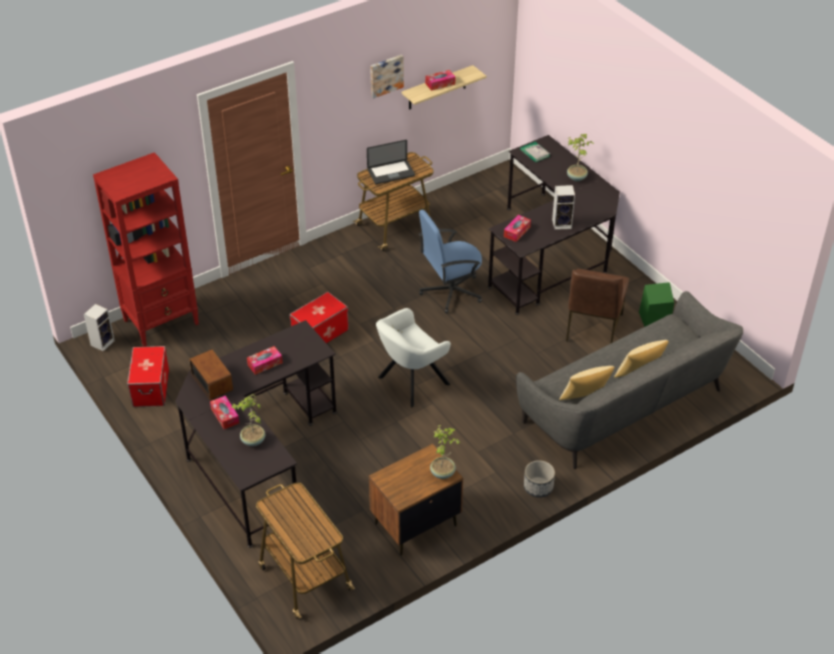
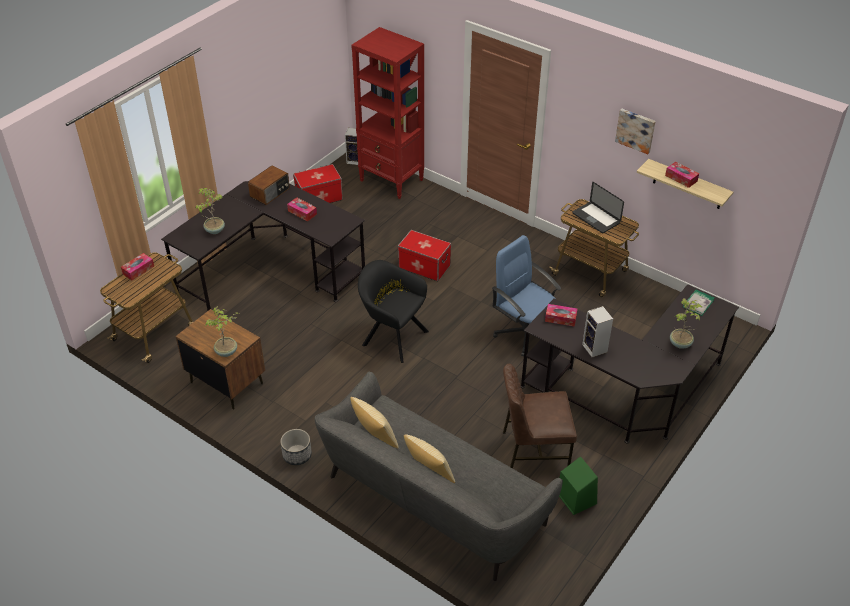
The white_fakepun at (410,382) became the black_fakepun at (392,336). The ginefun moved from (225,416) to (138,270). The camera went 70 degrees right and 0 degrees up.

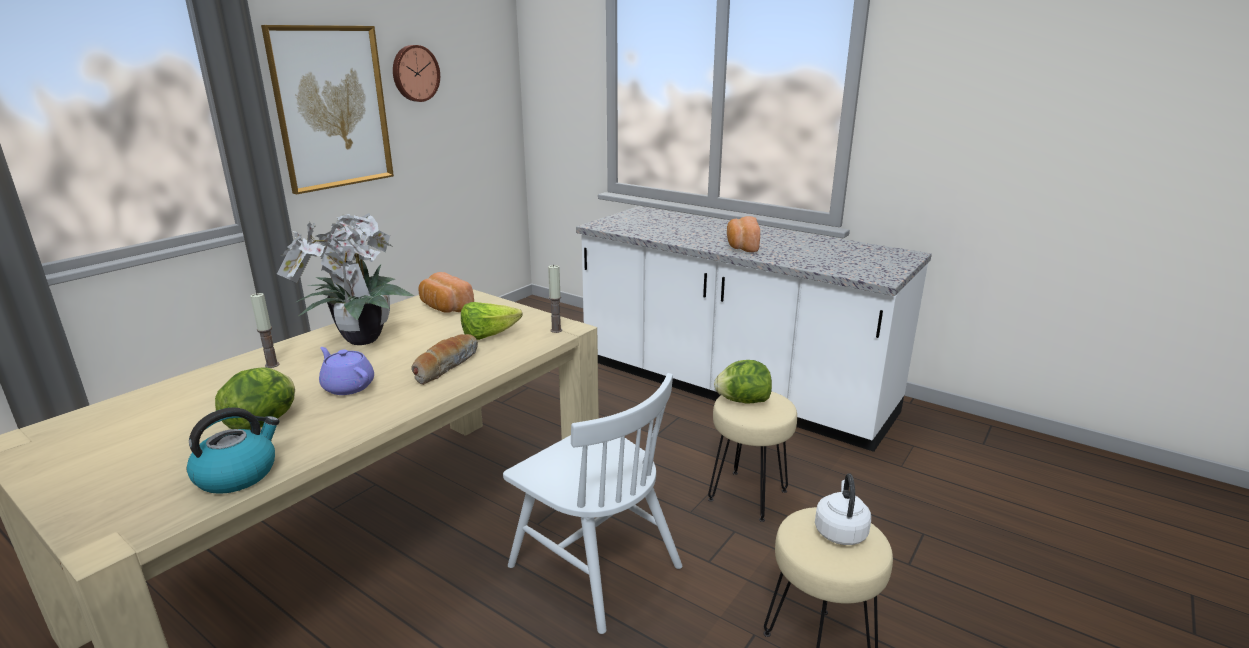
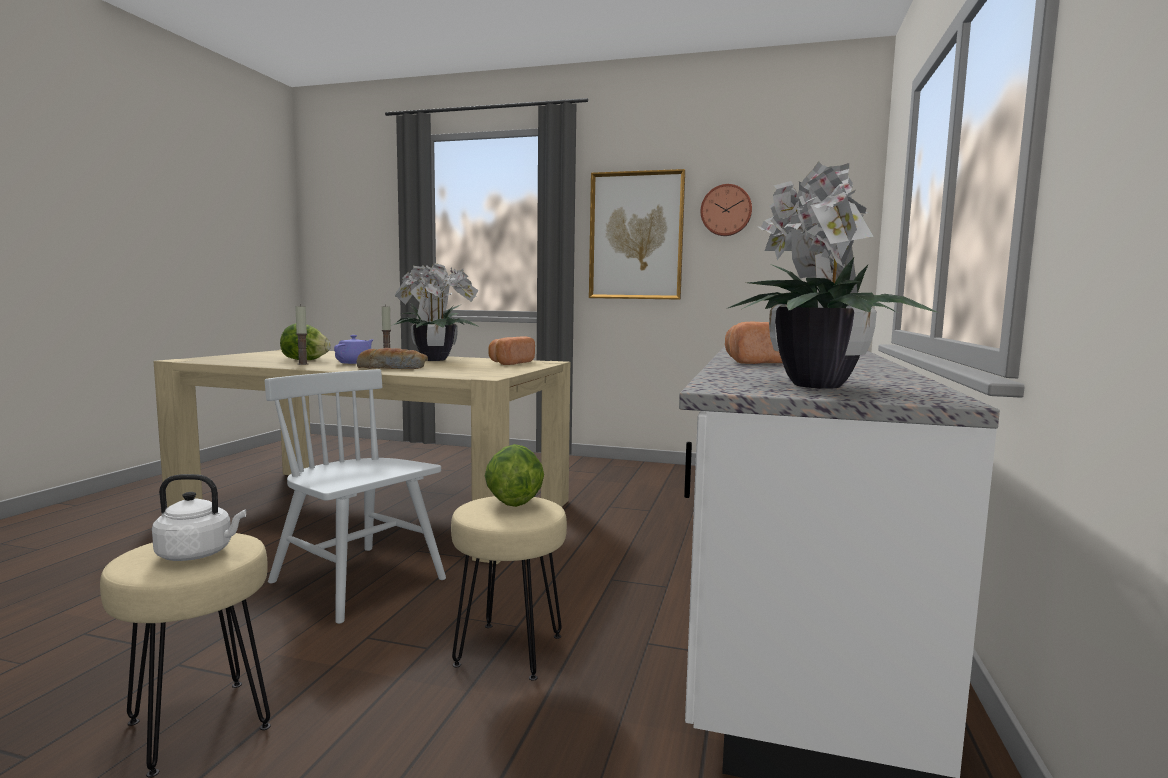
The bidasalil moved from (556,330) to (303,364). The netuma at (488,336) disappeared. The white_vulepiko at (594,565) turned 105 degrees clockwise. The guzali at (238,474) disappeared. The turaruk at (816,386) appeared. The camera went 70 degrees right and 15 degrees down.

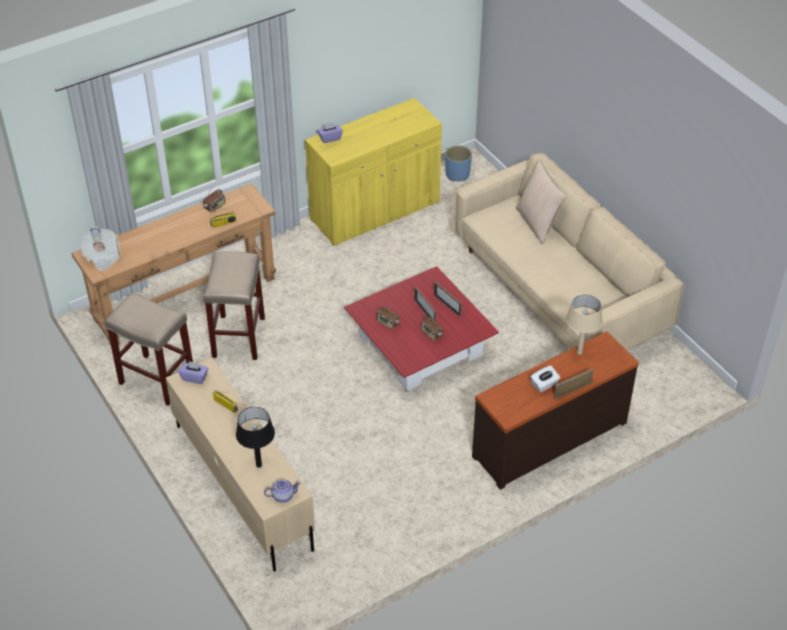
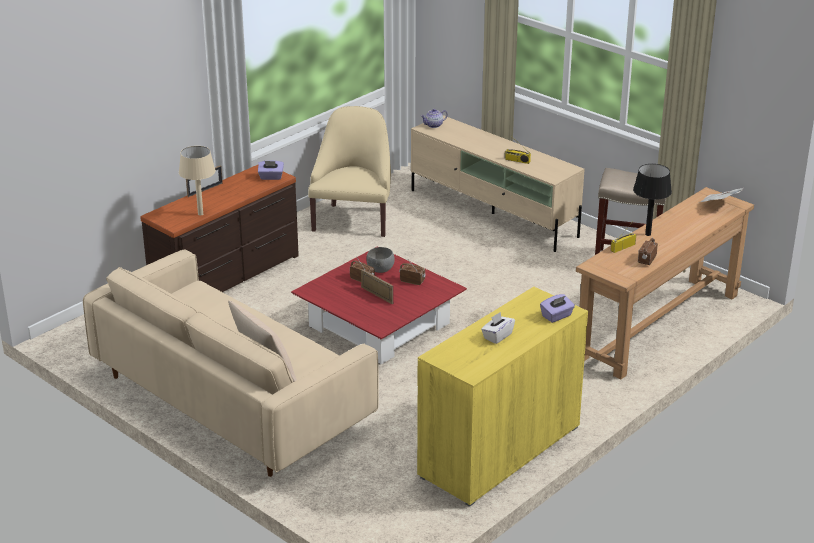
The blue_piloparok at (457,174) disappeared. The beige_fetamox at (238,336) disappeared. The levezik at (447,305) disappeared. The purple_ginefun moved from (194,377) to (271,177). The white_ginefun moved from (544,385) to (497,336). The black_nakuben moved from (259,465) to (647,234). The beige_fakepun at (353,219) appeared. The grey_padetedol at (380,270) appeared. The camera went 165 degrees right and 15 degrees down.

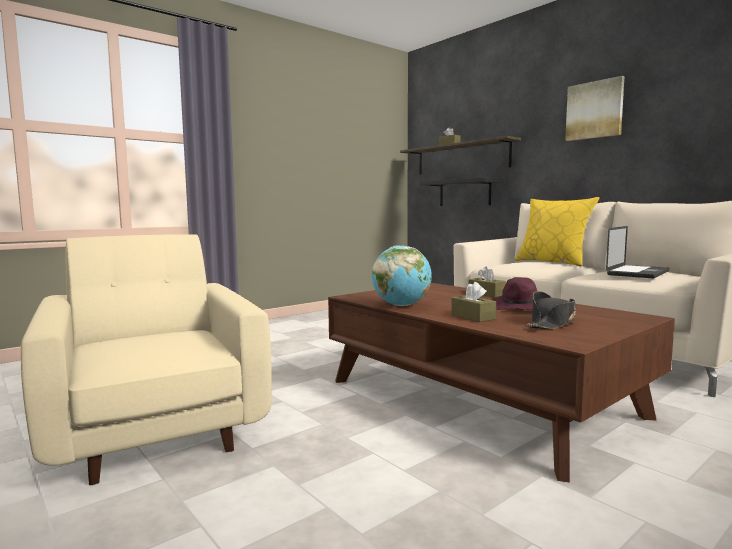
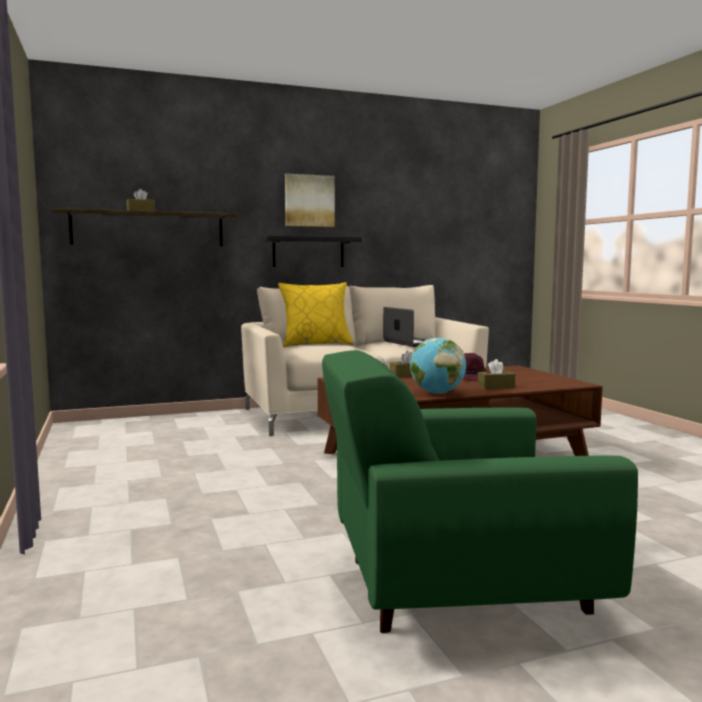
The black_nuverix moved from (464,192) to (308,252). The beige_fakepun at (155,426) became the green_fakepun at (455,585). The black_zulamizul at (552,323) disappeared. The camera went 70 degrees left and 0 degrees up.

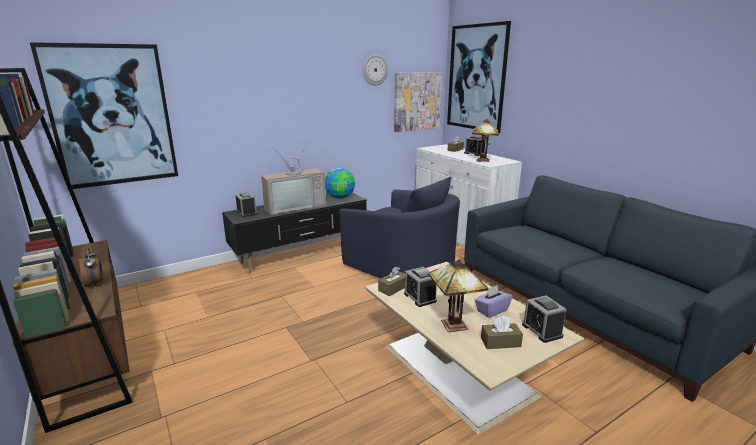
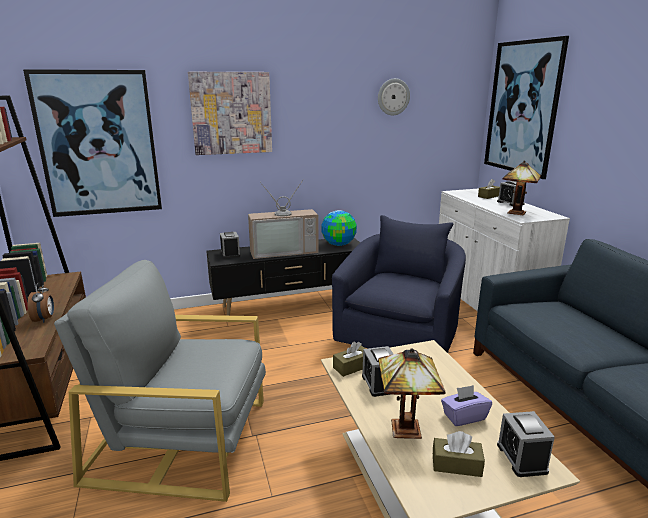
The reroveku moved from (417,101) to (231,113). The blue_fakepun at (402,264) turned 120 degrees counterclockwise. The grey_fakepun at (182,439) appeared. The camera went 15 degrees right and 0 degrees up.

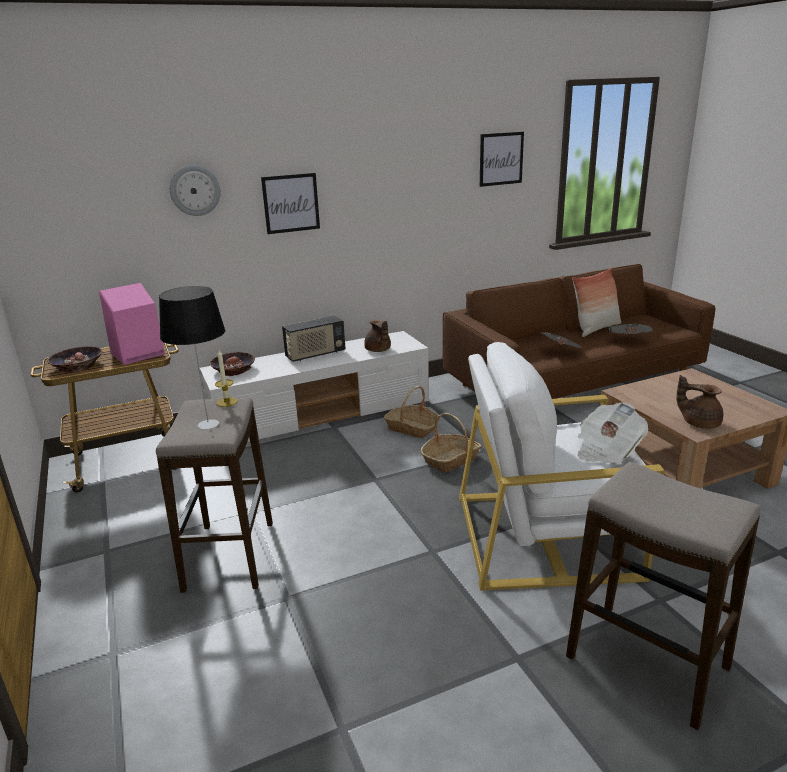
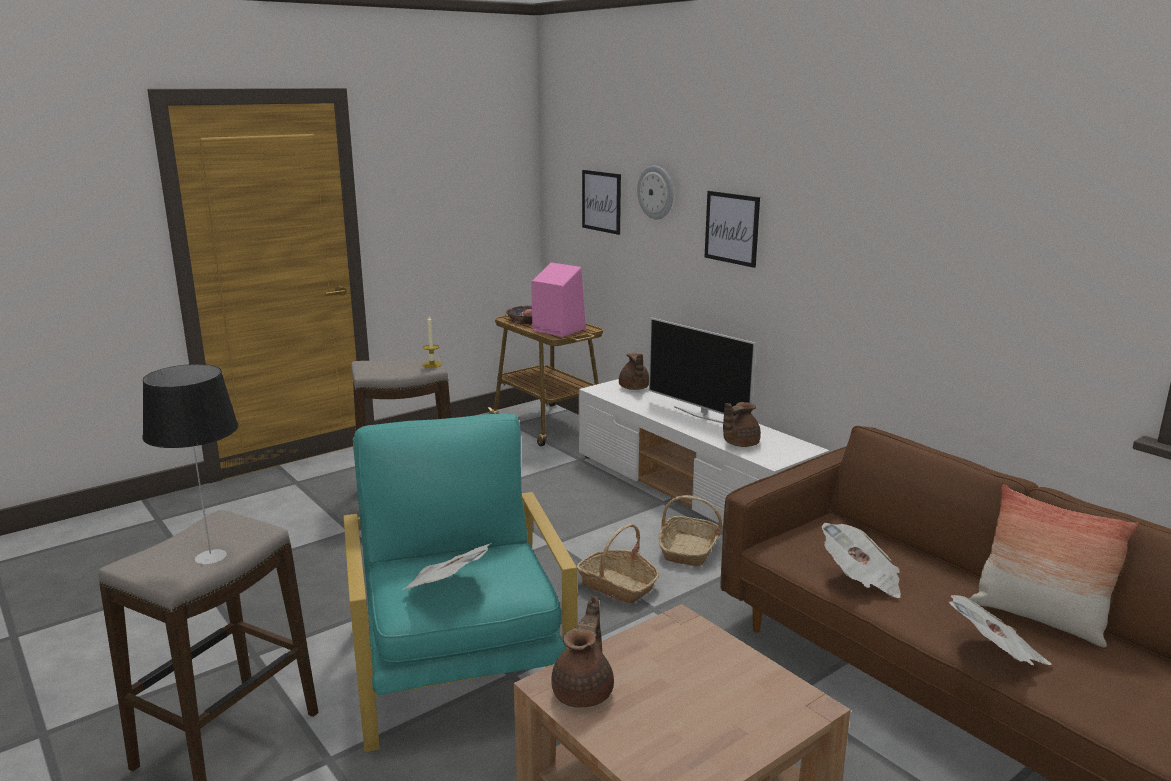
The reroveku moved from (501,159) to (601,201). The nakuben moved from (209,424) to (211,557). The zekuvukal at (315,354) was replaced by the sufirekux at (700,415). The white_fakepun at (547,534) became the turquoise_fakepun at (459,668). The padetedol at (233,369) was replaced by the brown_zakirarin at (634,388). The camera went 75 degrees right and 5 degrees down.

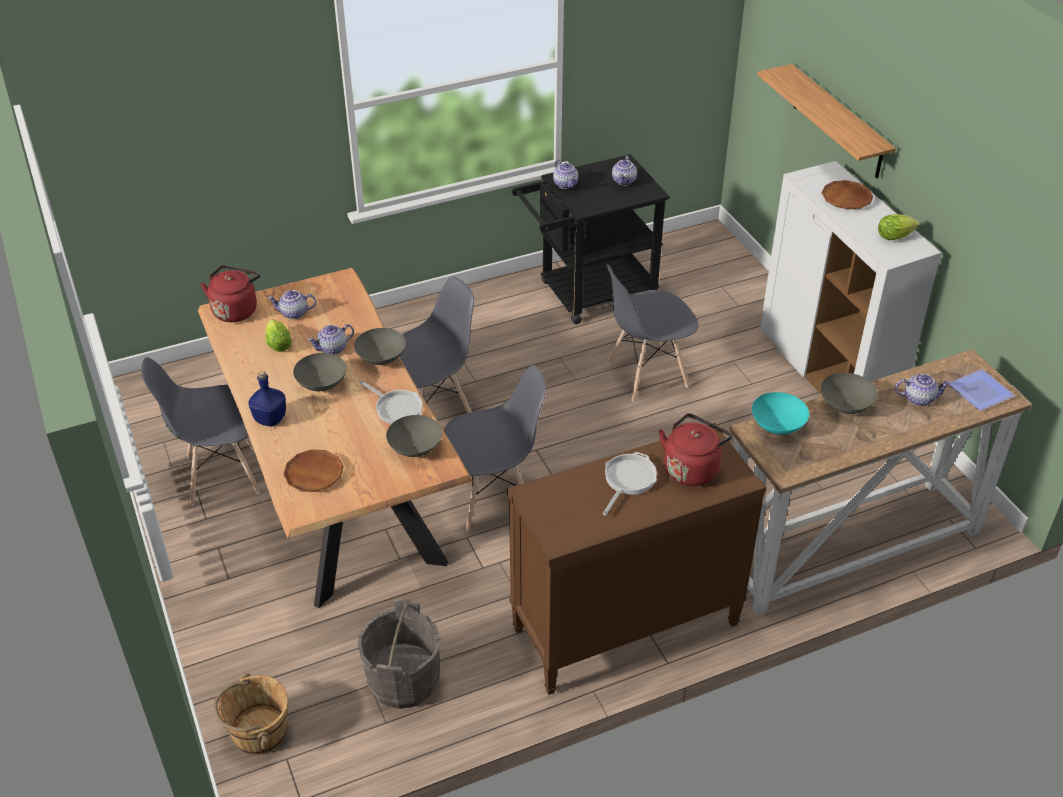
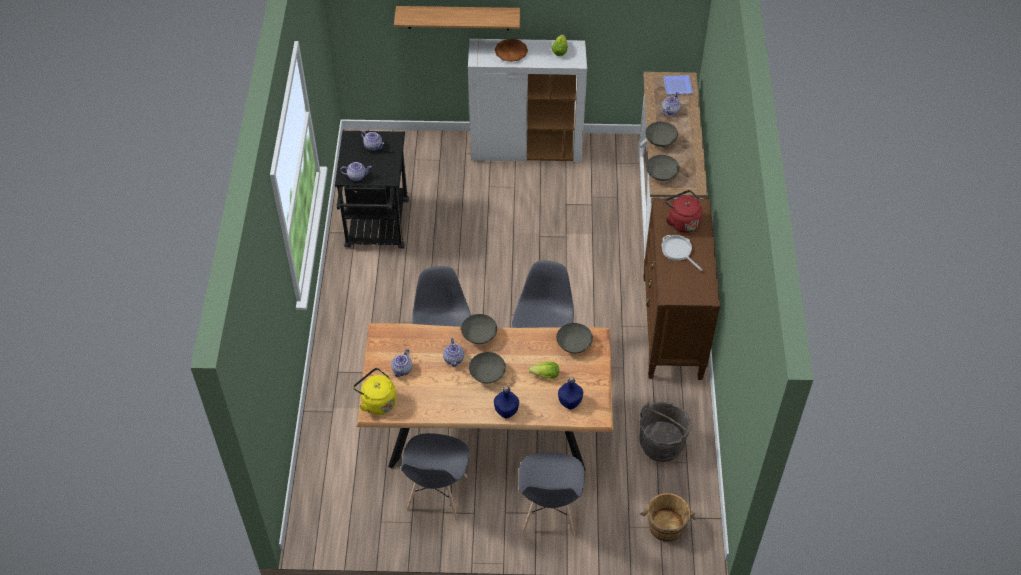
The grey_vulepiko moved from (646,375) to (549,512). The red_guzali at (236,309) became the yellow_guzali at (377,401). The netuma moved from (278,343) to (543,375). The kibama at (396,408) disappeared. The turquoise_padetedol at (777,426) became the grey_padetedol at (661,175). The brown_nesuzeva at (314,474) was replaced by the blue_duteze at (570,401). The camera went 65 degrees left and 10 degrees up.

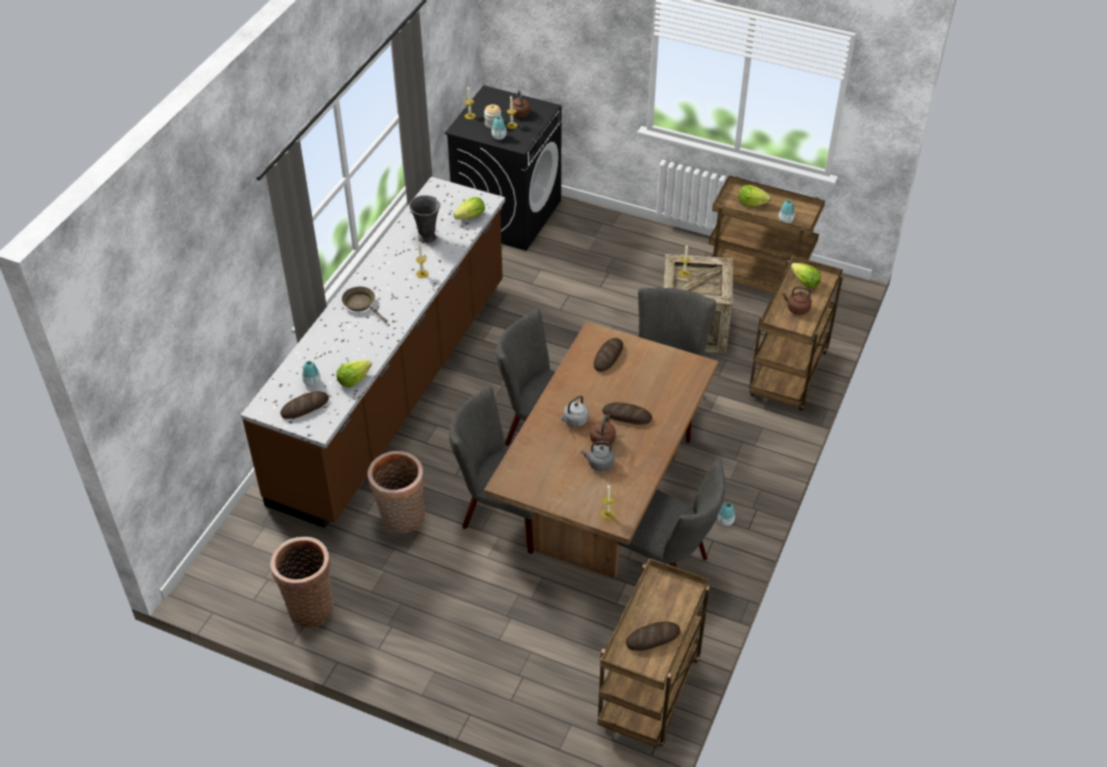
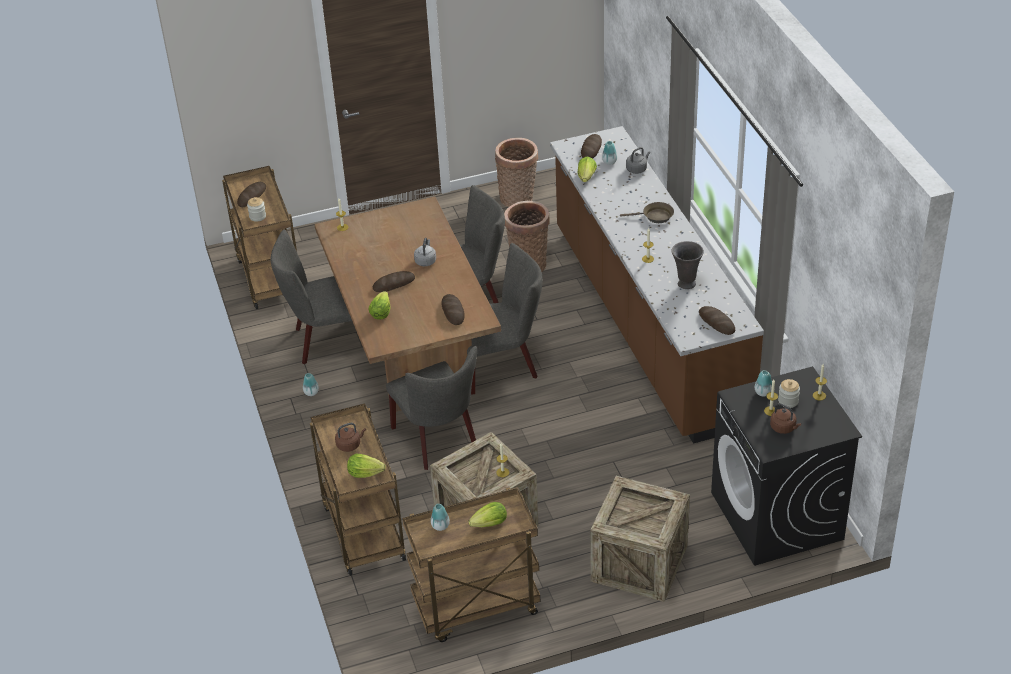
The netuma moved from (471,217) to (381,313). The brown_guzali at (603,438) disappeared. The grey_guzali moved from (599,463) to (637,169). The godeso at (257,216) appeared. The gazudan at (716,322) appeared. The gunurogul at (639,563) appeared. The camera went 140 degrees right and 5 degrees down.

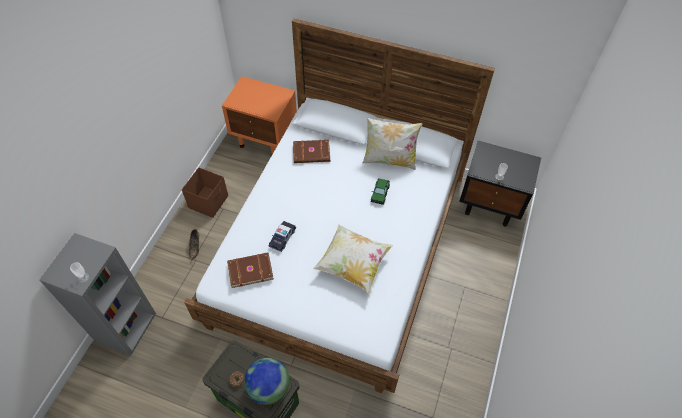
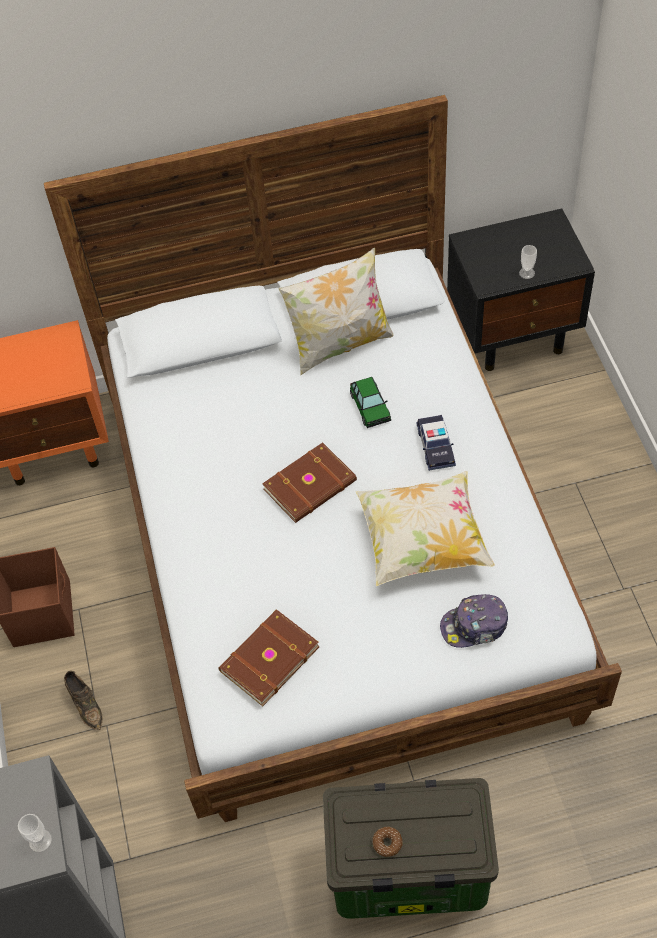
The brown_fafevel moved from (312,153) to (311,486). The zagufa moved from (282,238) to (435,446). The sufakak at (269,387) disappeared. The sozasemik at (474,626) appeared. The camera went 30 degrees left and 0 degrees up.

